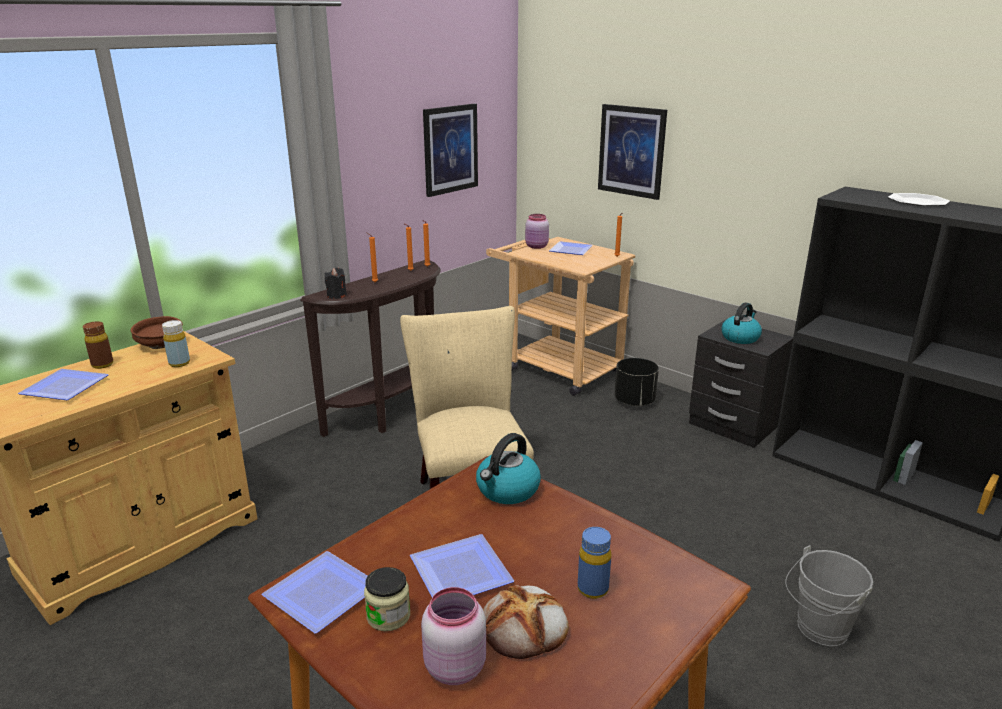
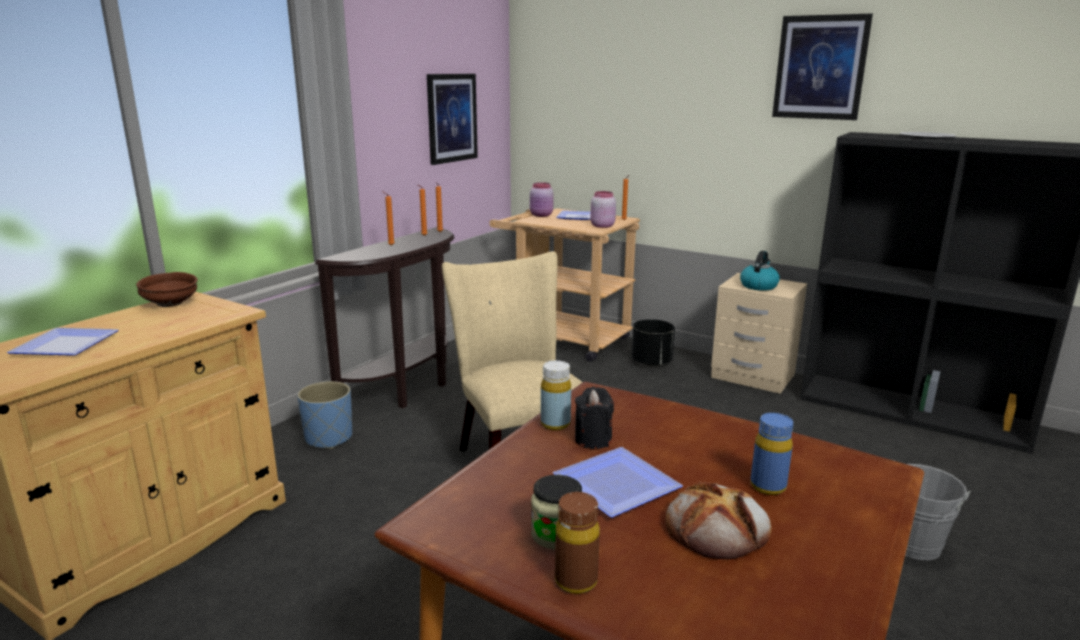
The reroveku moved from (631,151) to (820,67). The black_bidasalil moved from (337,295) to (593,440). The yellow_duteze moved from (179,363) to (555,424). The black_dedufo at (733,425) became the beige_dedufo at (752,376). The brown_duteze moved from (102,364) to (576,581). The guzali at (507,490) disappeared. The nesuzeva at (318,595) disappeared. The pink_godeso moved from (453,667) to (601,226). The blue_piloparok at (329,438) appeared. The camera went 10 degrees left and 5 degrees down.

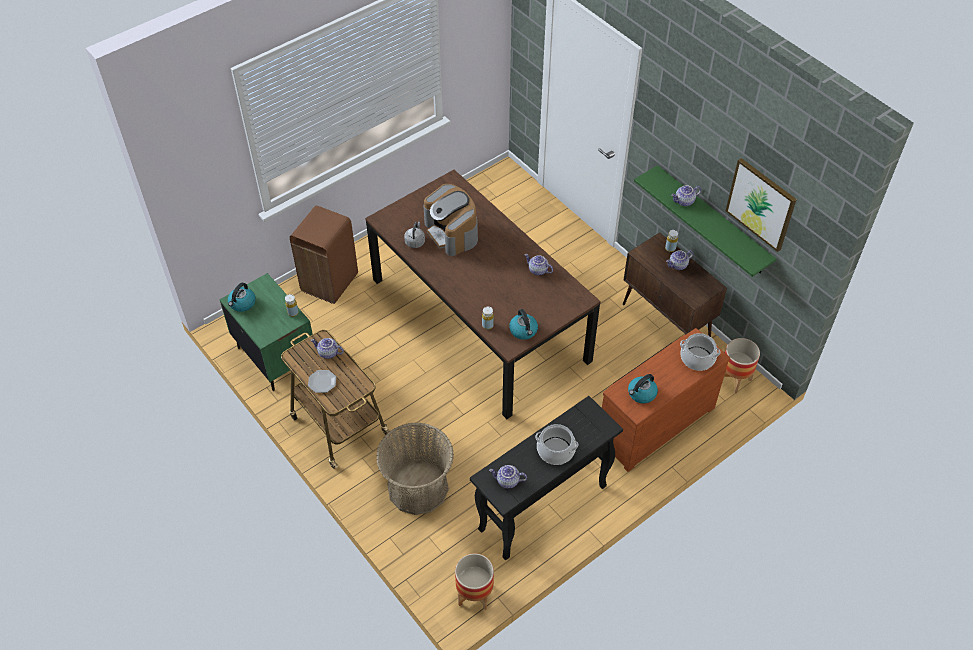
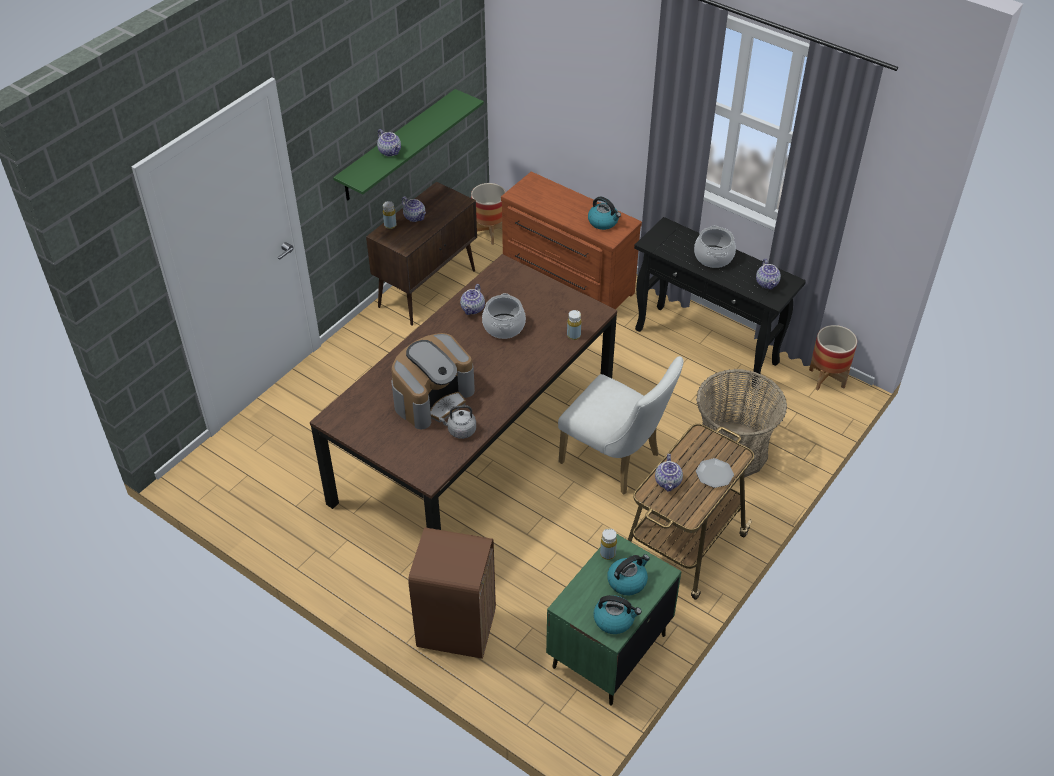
The reroveku at (761,204) disappeared. The guzali moved from (523,331) to (627,581). The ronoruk moved from (697,358) to (503,326). The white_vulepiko at (616,461) appeared. The camera went 105 degrees left and 5 degrees down.

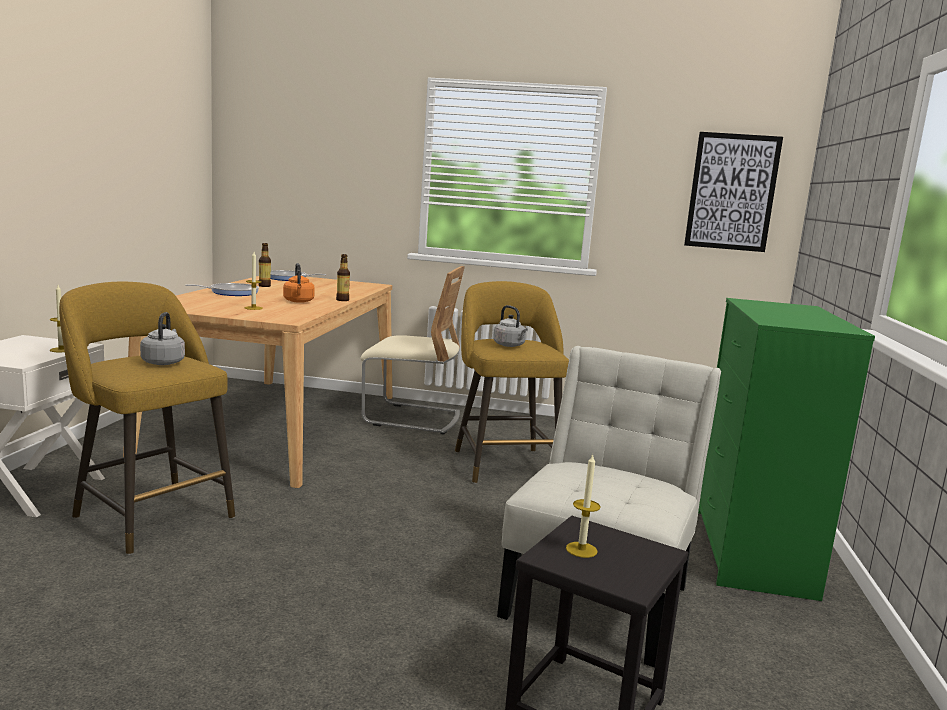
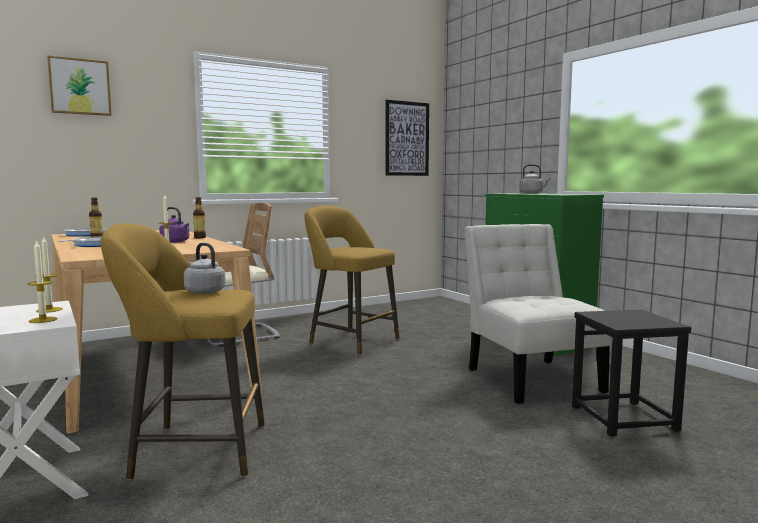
The orange_guzali at (298,301) became the purple_guzali at (176,242). The grey_guzali moved from (510,345) to (532,193). The bidasalil moved from (581,550) to (43,320). The reroveku at (80,87) appeared. The camera went 40 degrees left and 5 degrees down.

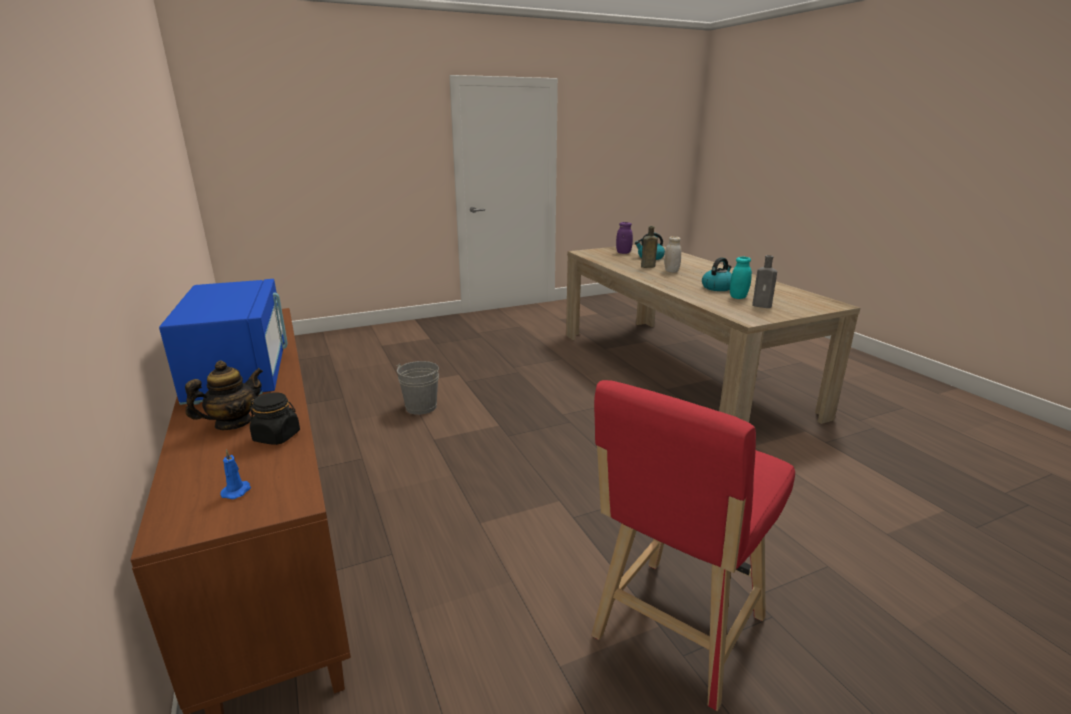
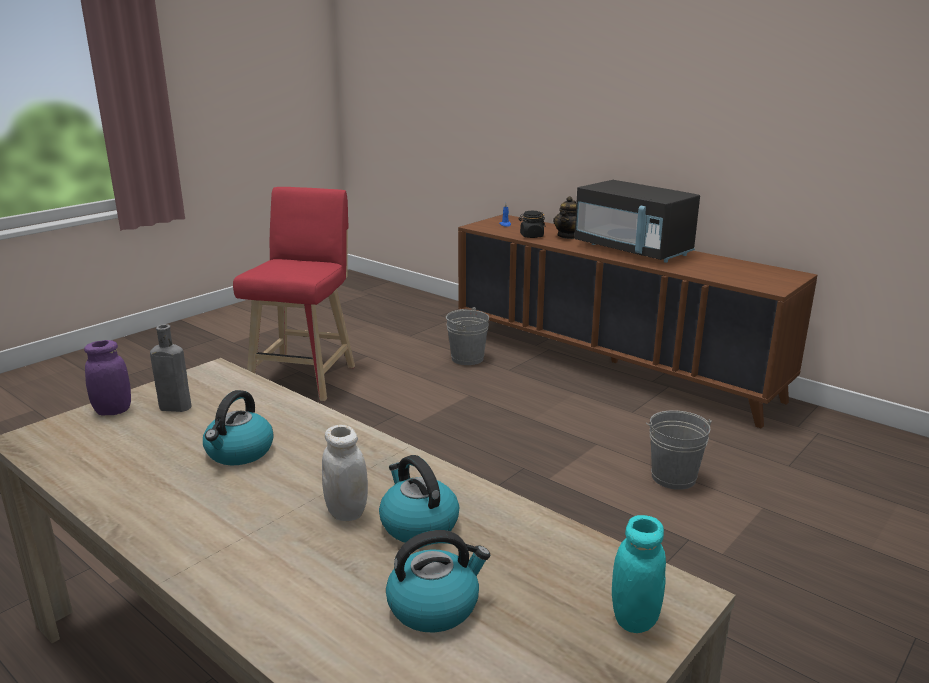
The purple_godeso moved from (623,252) to (113,411). The brown_duteze at (647,266) was replaced by the guzali at (418,524). The turquoise_godeso moved from (738,297) to (634,618). The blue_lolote at (241,375) became the black_lolote at (632,250). The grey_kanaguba at (467,358) appeared. The camera went 155 degrees right and 0 degrees up.

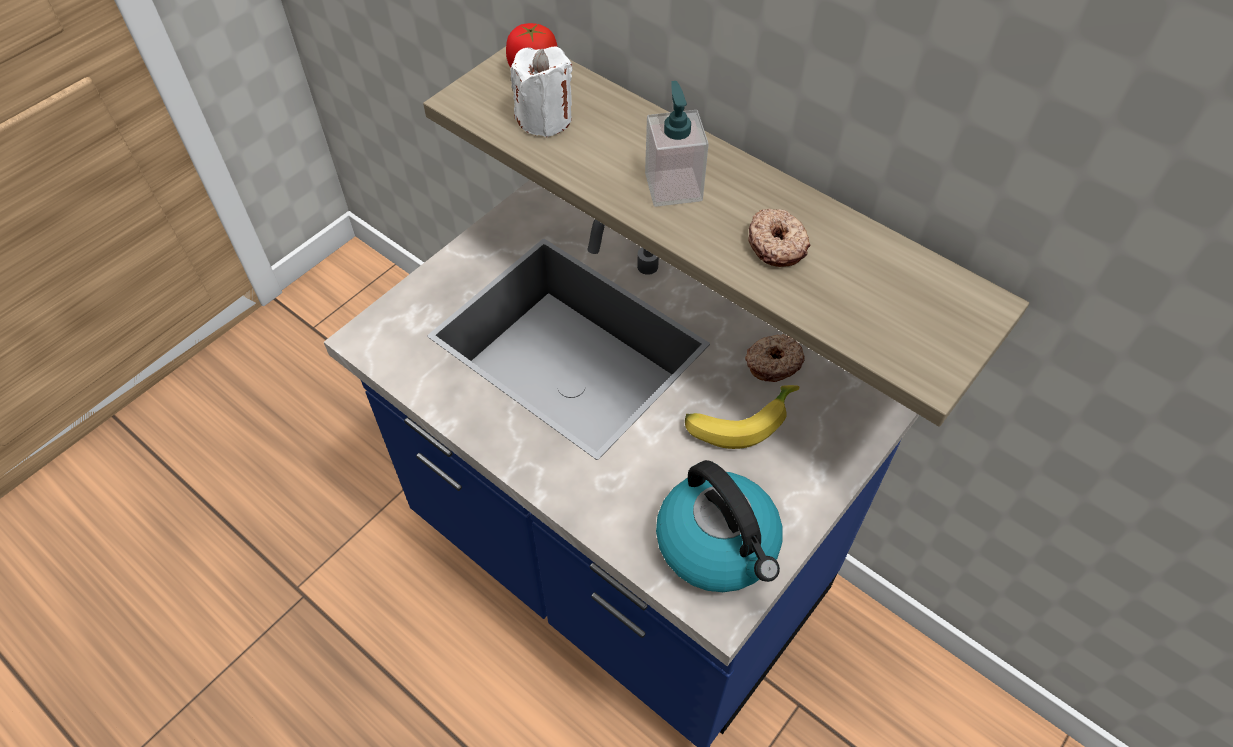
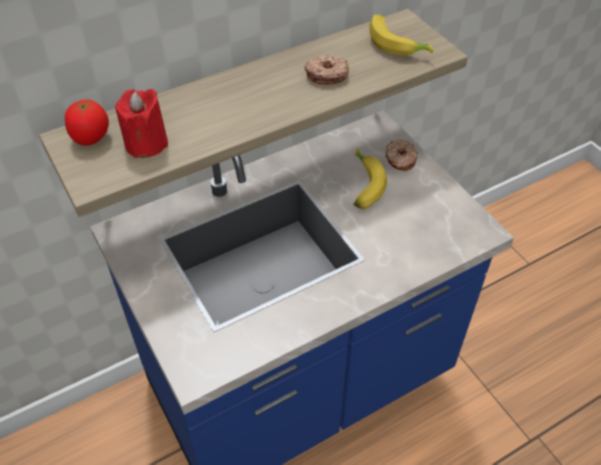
The white_bidasalil at (544,119) became the red_bidasalil at (146,143). The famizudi at (673,186) disappeared. The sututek moved from (773,362) to (400,159). The guzali at (719,545) disappeared. The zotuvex at (397,43) appeared. The camera went 70 degrees left and 5 degrees down.

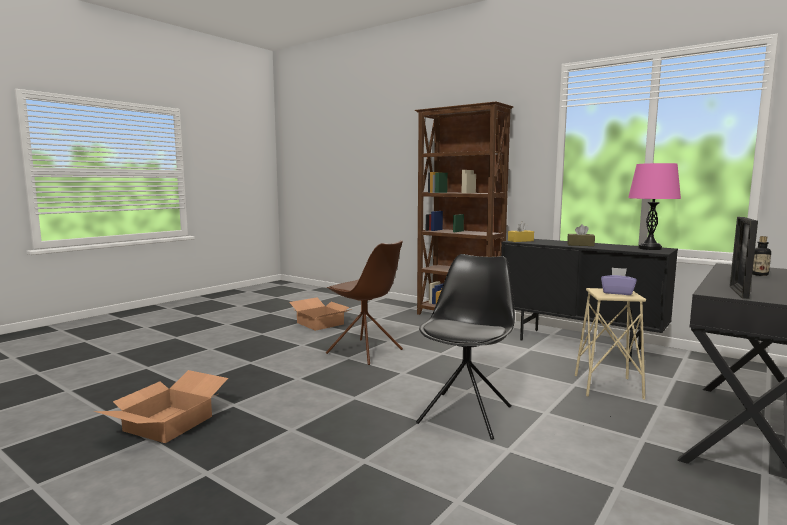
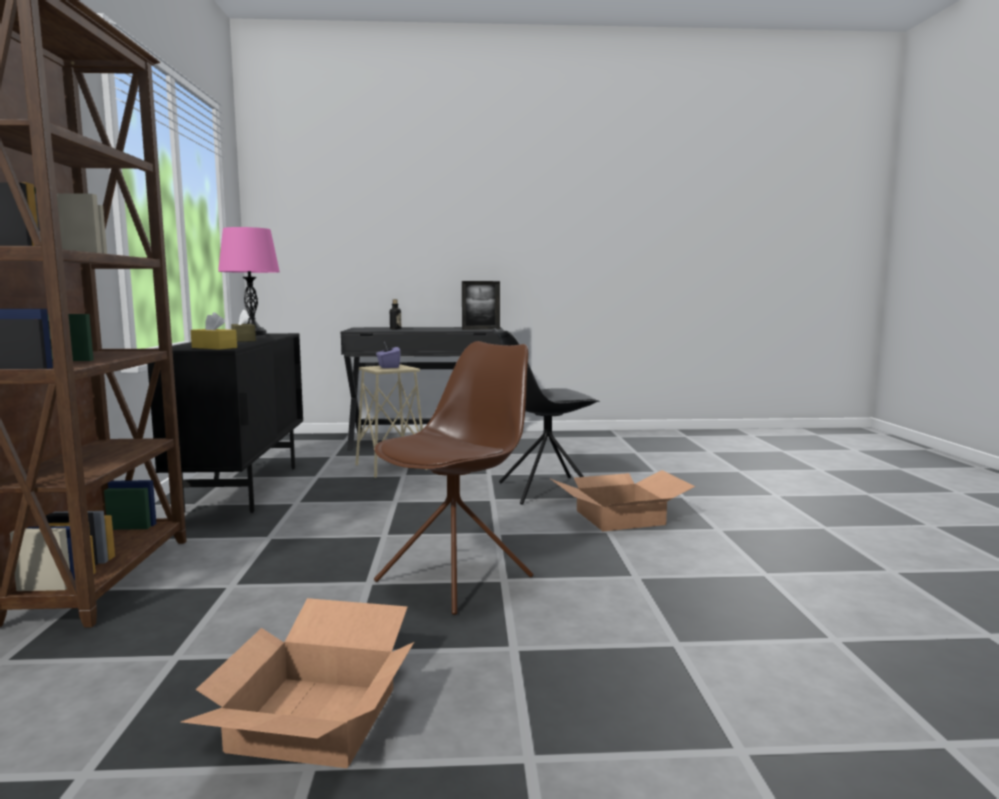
The brown_vulepiko at (365,352) turned 45 degrees clockwise. The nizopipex moved from (168,423) to (619,518). The camera went 130 degrees left and 0 degrees up.

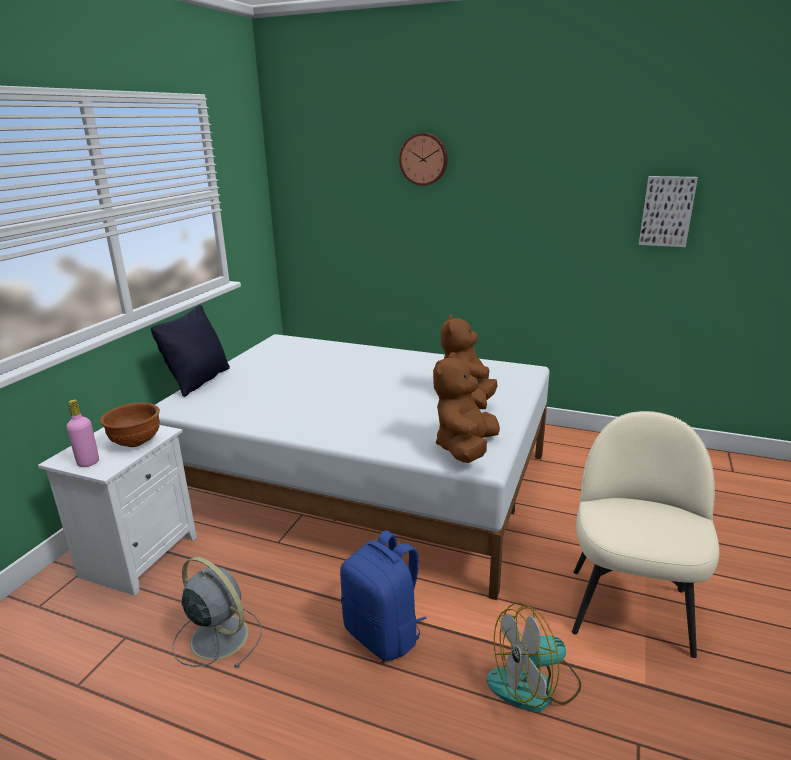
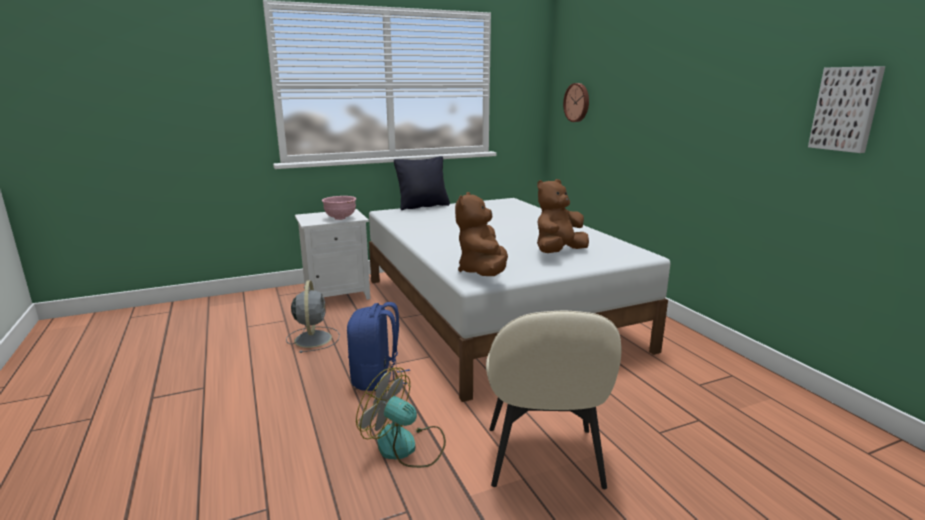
The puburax moved from (424,159) to (577,102). The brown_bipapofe at (465,448) turned 60 degrees counterclockwise. The pink_duteze at (88,462) disappeared. The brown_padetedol at (136,442) became the pink_padetedol at (340,218). The beige_vulepiko at (629,607) turned 120 degrees clockwise. The camera went 45 degrees right and 5 degrees down.

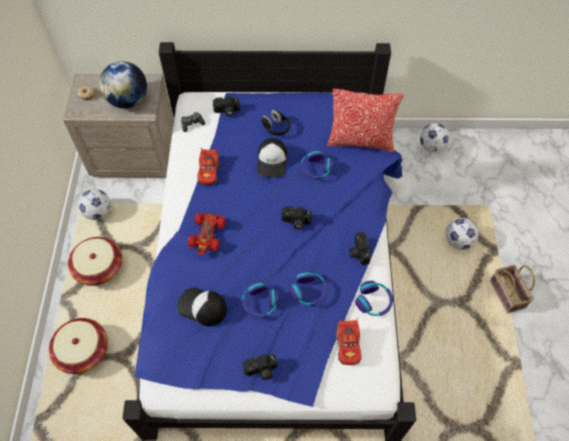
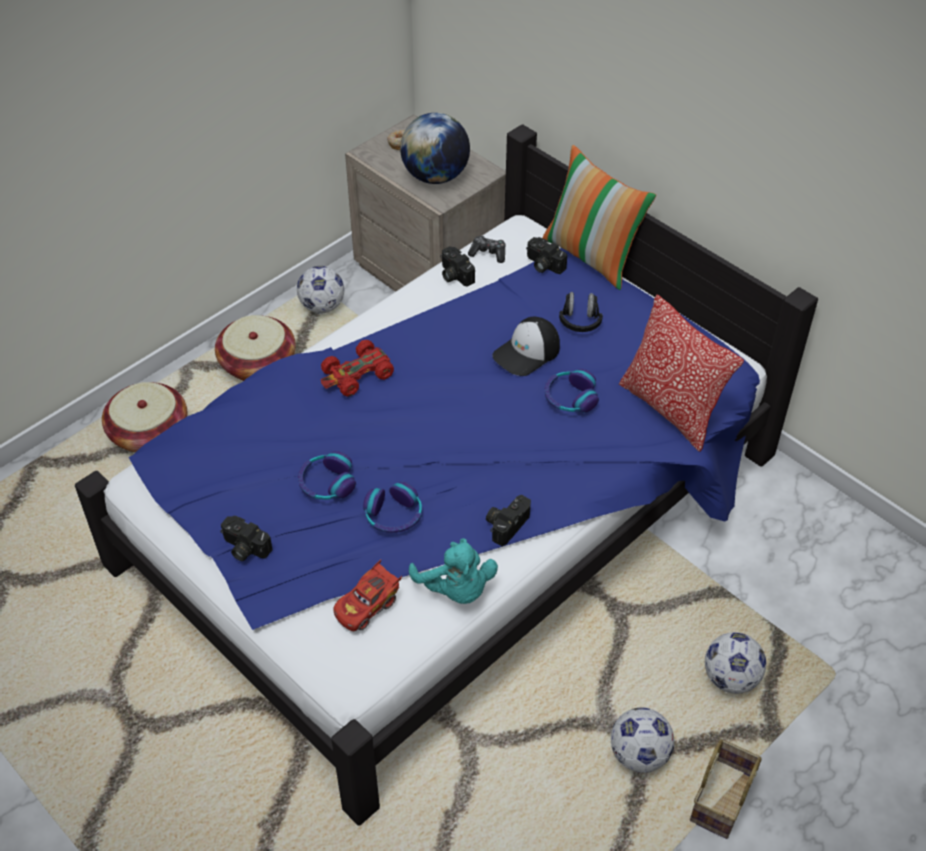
The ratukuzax moved from (431,146) to (639,755). The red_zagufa at (208,171) disappeared. The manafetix moved from (296,222) to (454,275). The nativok at (374,301) was replaced by the turquoise_bipapofe at (456,589). The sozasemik at (202,307) disappeared. The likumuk at (592,256) appeared. The camera went 45 degrees right and 10 degrees down.

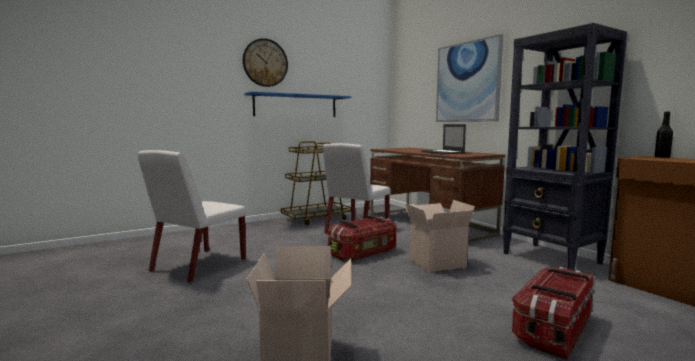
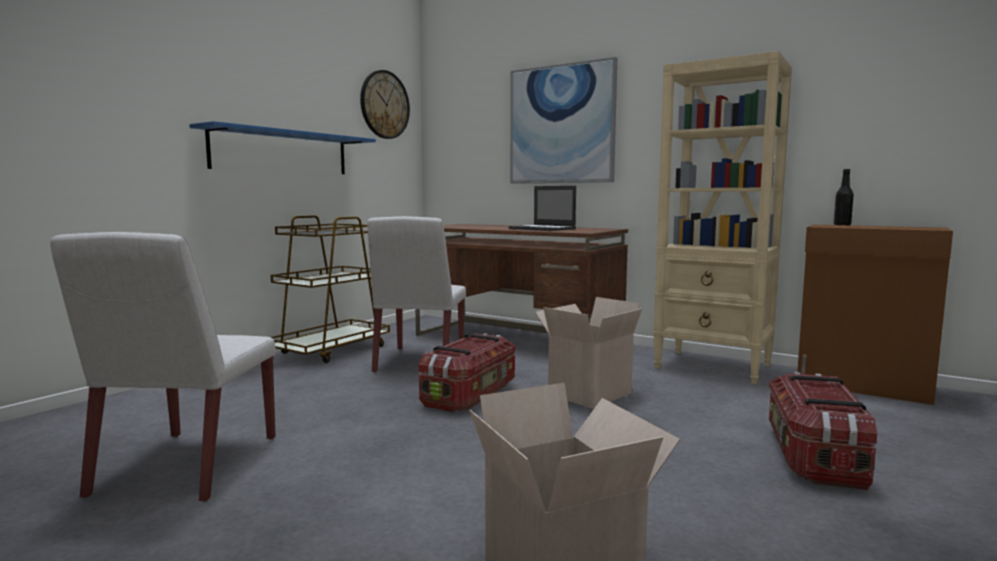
The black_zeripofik at (552,259) became the beige_zeripofik at (714,367). The puburax moved from (265,63) to (384,105). The camera went 25 degrees left and 0 degrees up.

